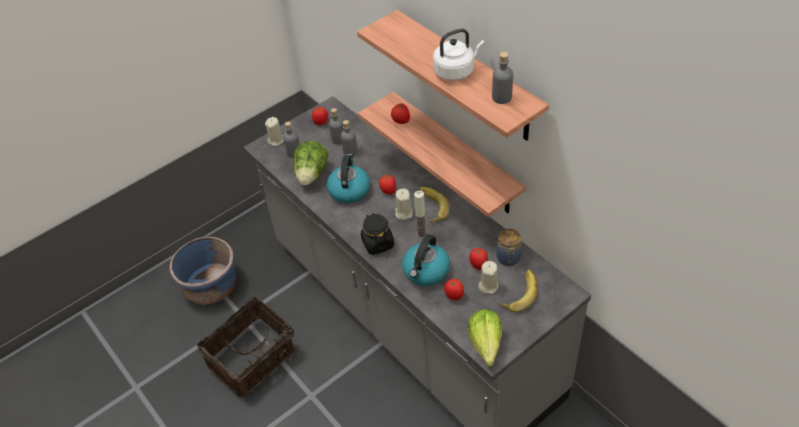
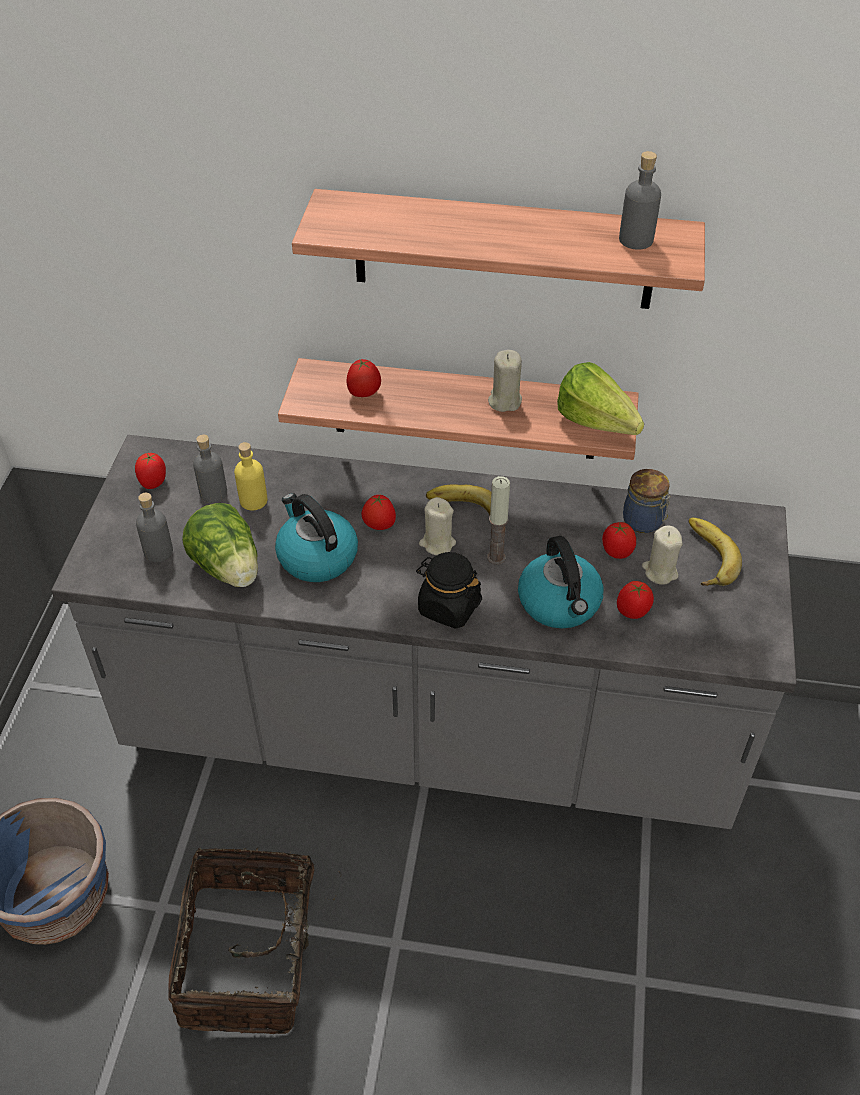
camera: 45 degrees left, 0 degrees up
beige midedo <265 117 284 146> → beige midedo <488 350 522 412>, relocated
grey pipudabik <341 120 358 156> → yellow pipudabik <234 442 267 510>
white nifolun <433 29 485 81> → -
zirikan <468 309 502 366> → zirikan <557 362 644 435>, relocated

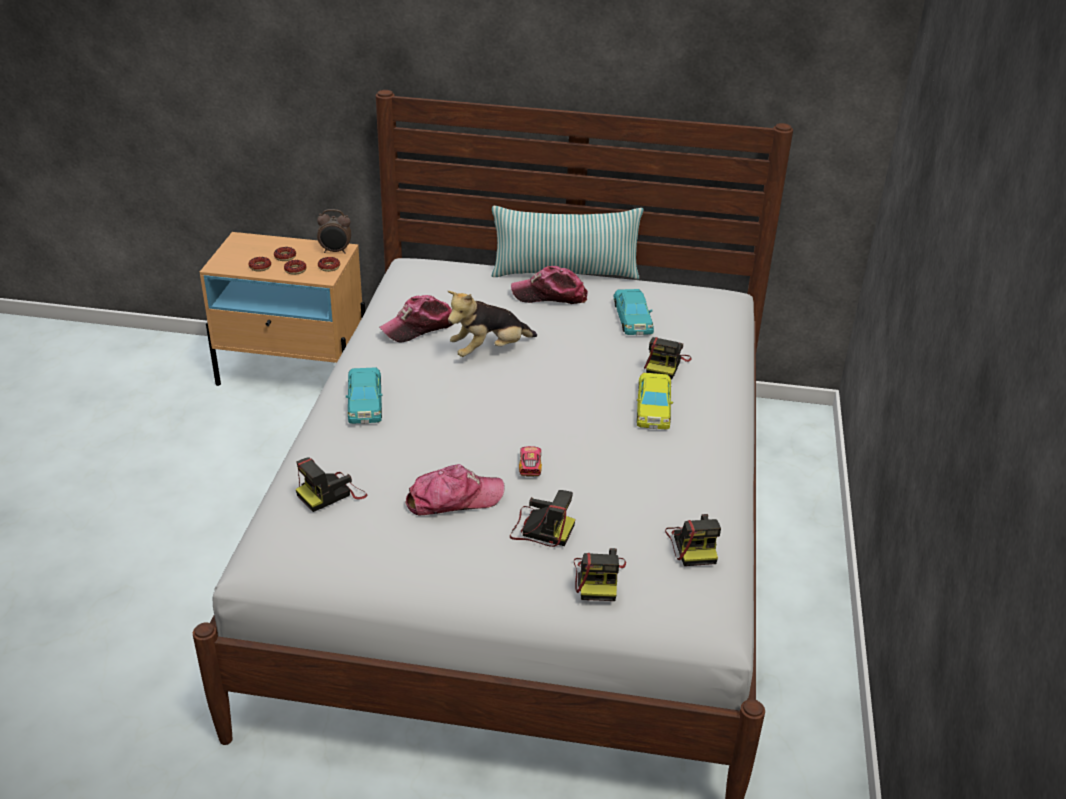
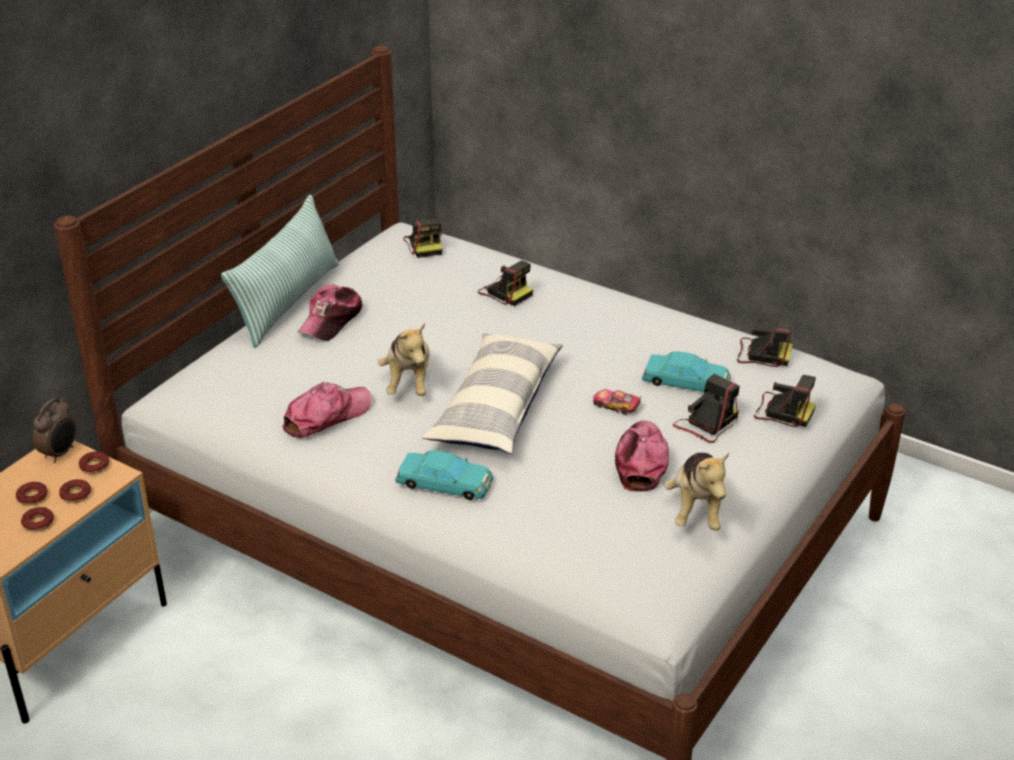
camera: 65 degrees left, 0 degrees up
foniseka <296 457 367 512> → foniseka <403 218 442 258>, relocated
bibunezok <379 295 453 342> → bibunezok <282 382 372 438>, 120 degrees counterclockwise
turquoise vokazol <613 289 654 335> → turquoise vokazol <642 352 731 392>, relocated
yellow vokazol <637 373 673 429> → -
- → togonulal <422 333 563 454>
- → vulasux <664 453 729 531>

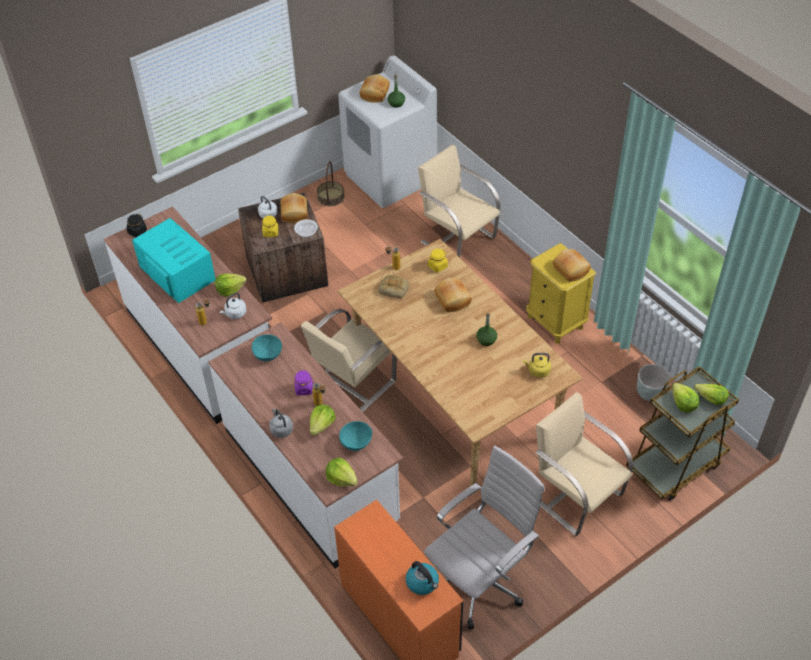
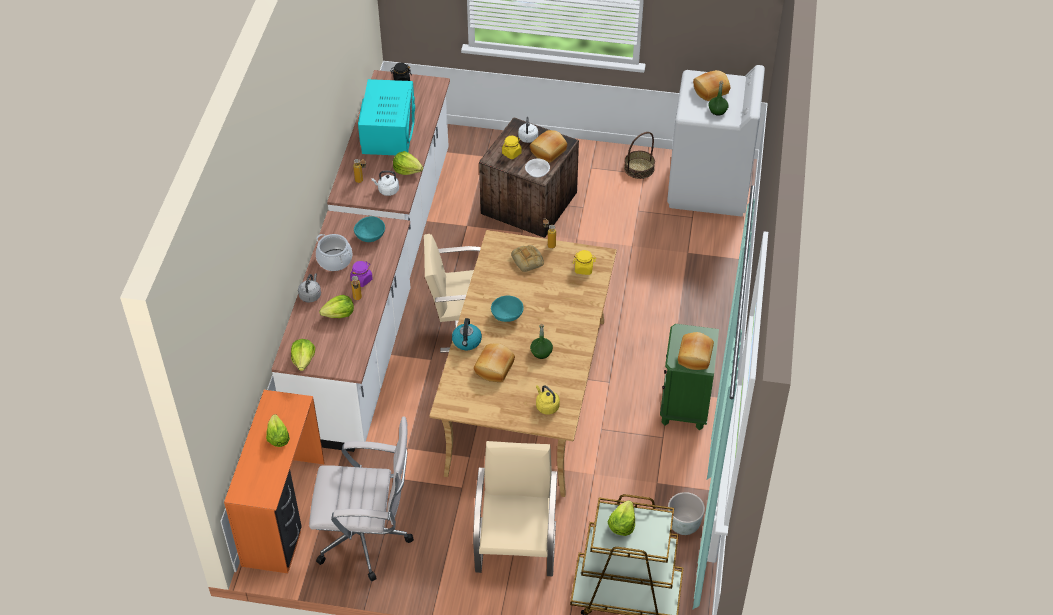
camera: 45 degrees right, 0 degrees up
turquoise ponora <339 421 372 451> → turquoise ponora <491 296 524 322>, relocated
nifolun <406 561 439 595> → nifolun <452 318 482 350>, relocated
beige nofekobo <418 145 501 258> → -
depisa <434 278 472 312> → depisa <474 343 515 382>, relocated
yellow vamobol <526 243 596 344> → green vamobol <660 324 719 430>
zirikan <694 384 729 405> → zirikan <266 414 290 447>, relocated
- → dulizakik <316 234 352 271>

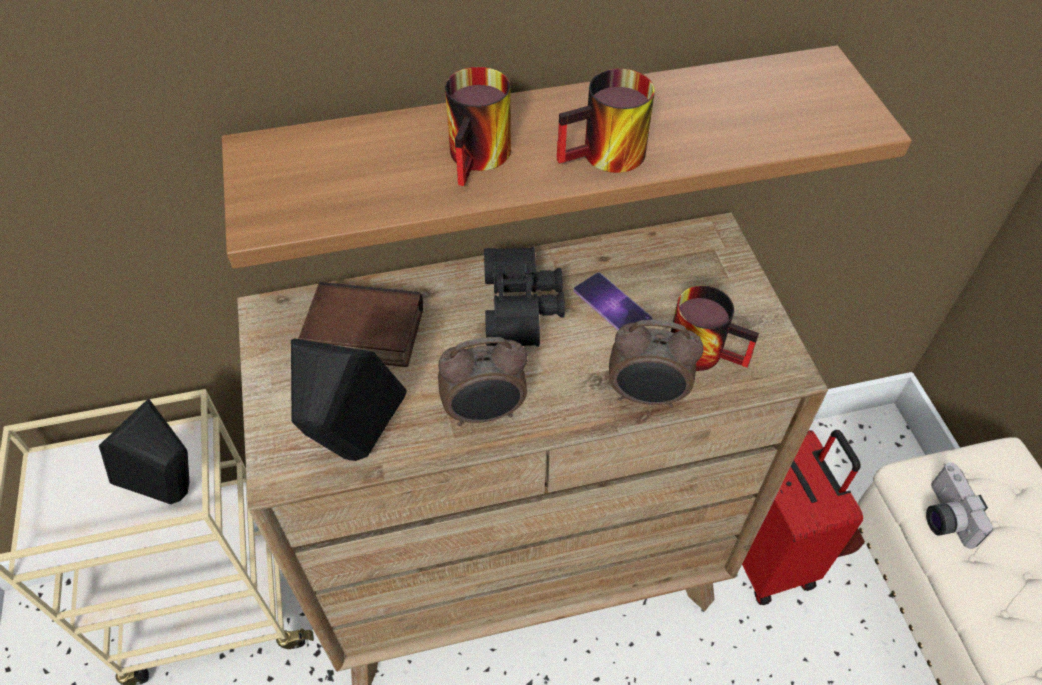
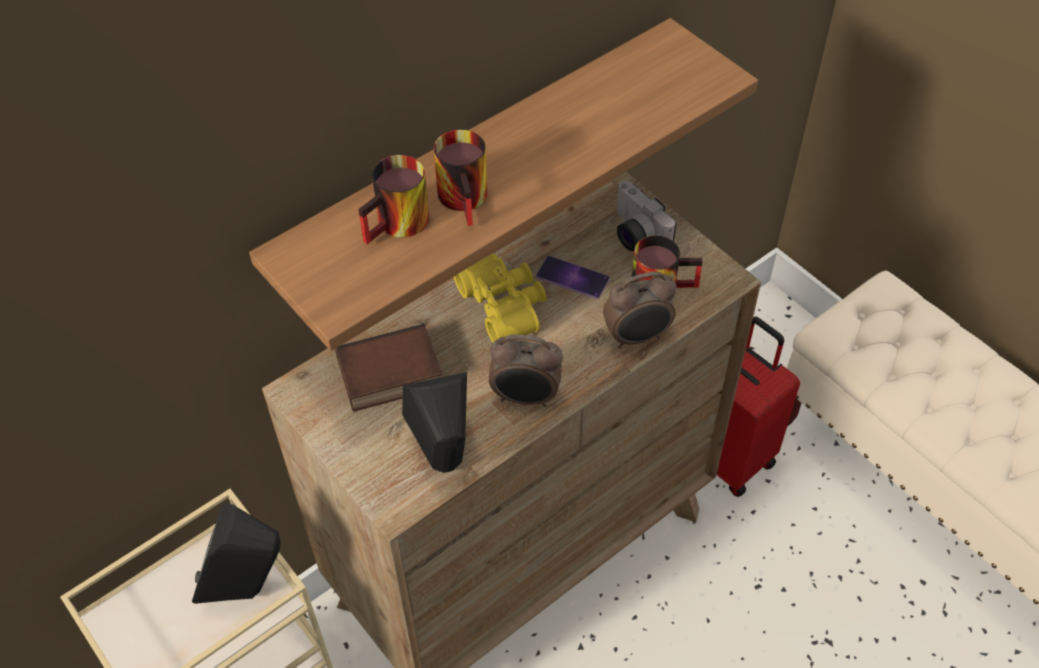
camera: 25 degrees left, 0 degrees up
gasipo <438 337 527 426> → gasipo <489 335 563 407>, 45 degrees clockwise
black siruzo <484 247 565 347> → yellow siruzo <454 254 546 343>
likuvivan <557 69 655 173> → likuvivan <358 155 429 244>, relocated
foniseka <926 462 993 549> → foniseka <617 180 677 251>, relocated

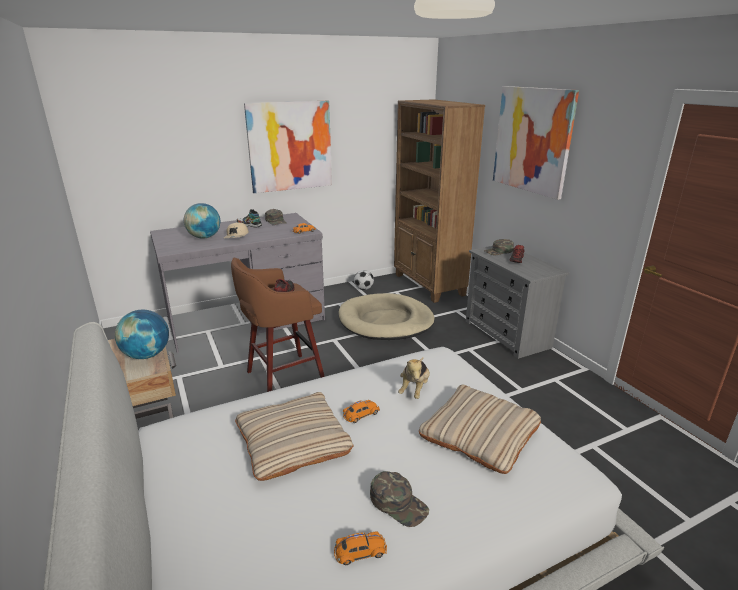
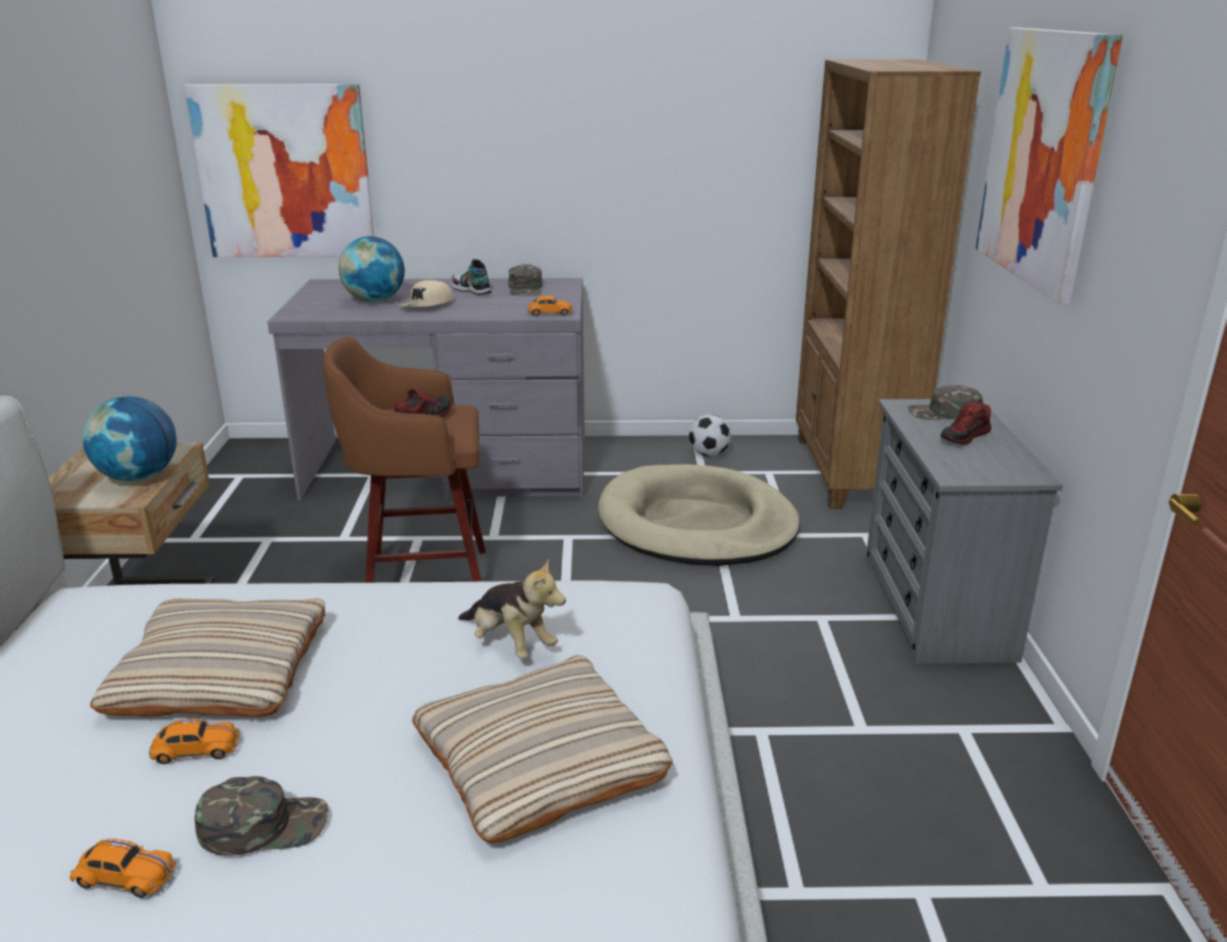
camera: 25 degrees right, 0 degrees up
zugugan <244 101 332 193> → zugugan <184 84 374 257>, relocated
orange vokazol <343 400 380 423> → orange vokazol <149 718 240 764>, relocated
green bibunezok <370 471 429 527> → green bibunezok <195 776 328 856>, 75 degrees counterclockwise
vulasux <398 358 430 399> → vulasux <458 558 566 658>, 90 degrees counterclockwise

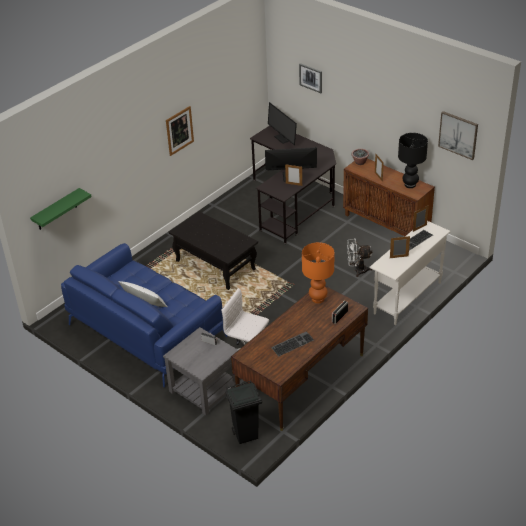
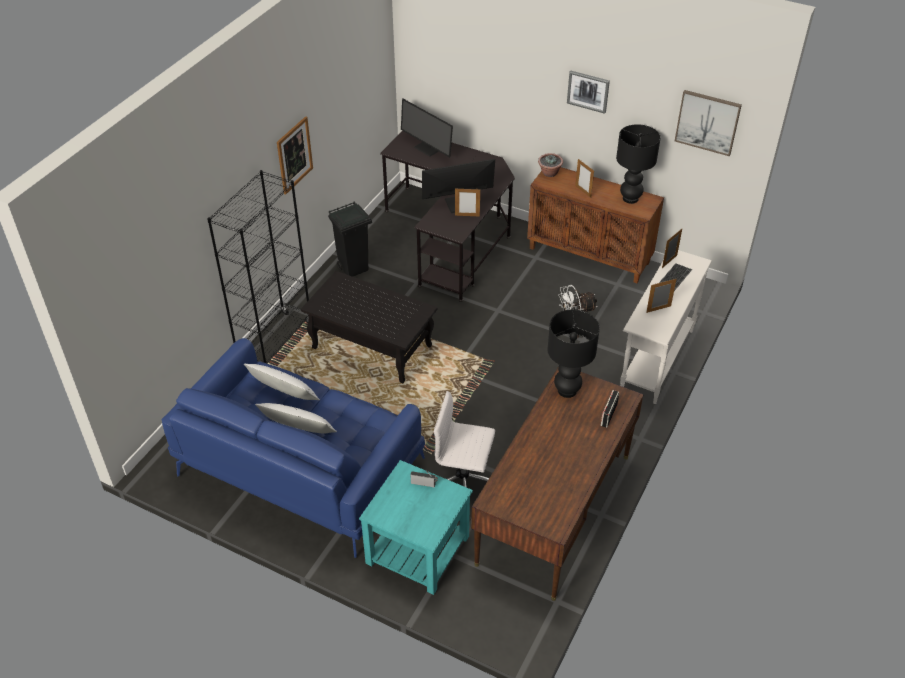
camera: 15 degrees left, 5 degrees up
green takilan <30 188 91 230> → -
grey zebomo <163 327 238 415> → turquoise zebomo <359 460 473 595>
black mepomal <225 380 262 444> → black mepomal <328 201 372 277>, relocated
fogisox <271 331 314 357> → -
zugugan <299 63 322 93> → zugugan <567 71 610 114>, relocated
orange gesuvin <302 242 334 303> → black gesuvin <547 309 600 398>
- → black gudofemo <207 170 309 363>
- → white togonulal <244 364 320 400>

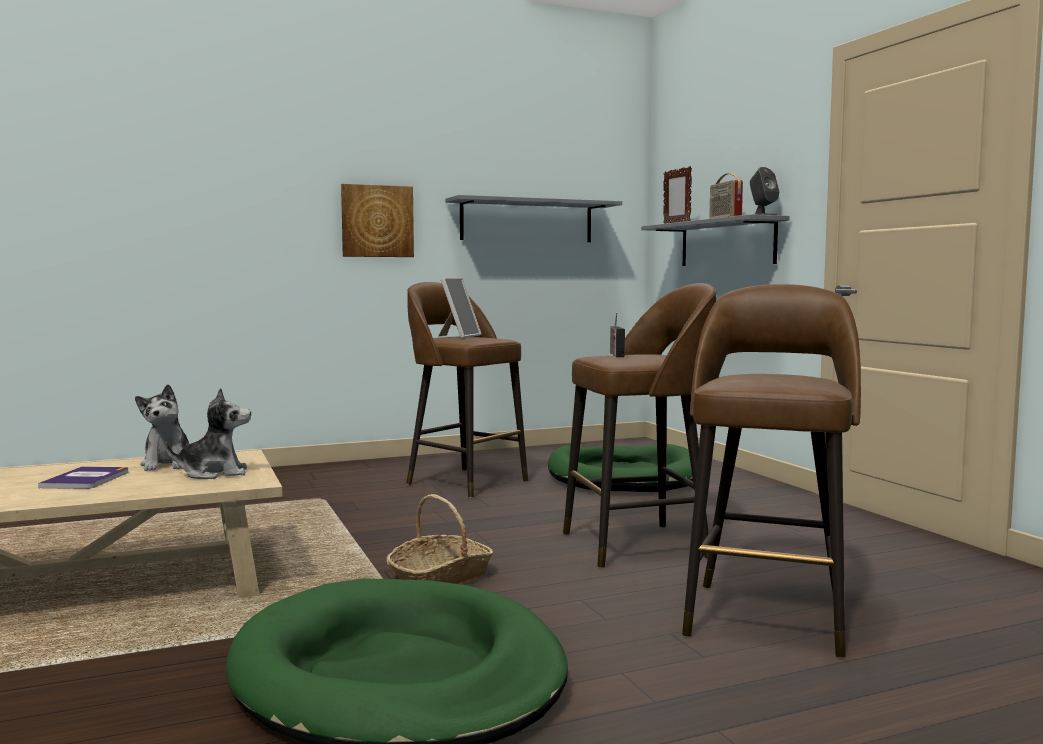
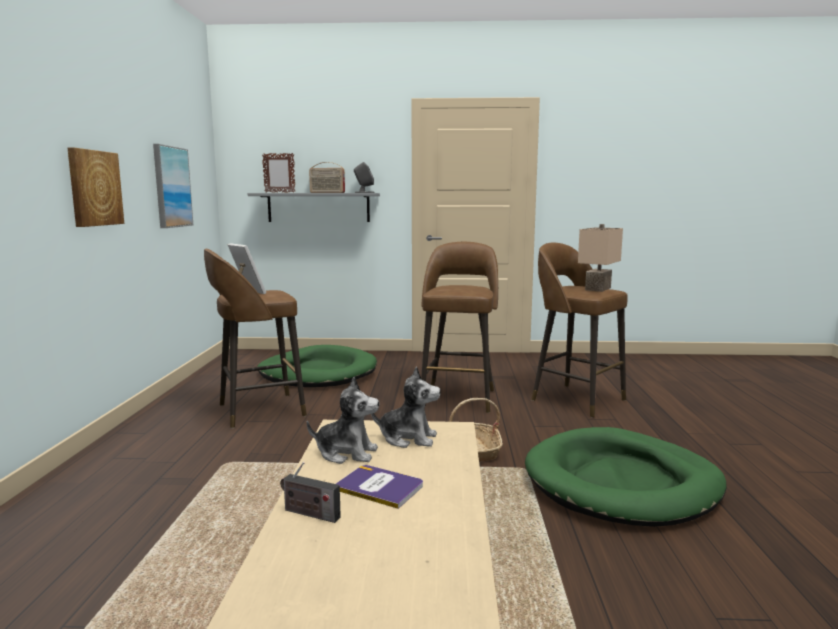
camera: 65 degrees left, 5 degrees up
vulasux <165 388 251 479> → vulasux <371 366 441 448>, 90 degrees clockwise
grey takilan <445 195 622 242> → zugugan <153 144 193 228>
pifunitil <610 312 625 357> → pifunitil <280 462 341 523>, relocated
- → beige gesuvin <578 224 623 292>

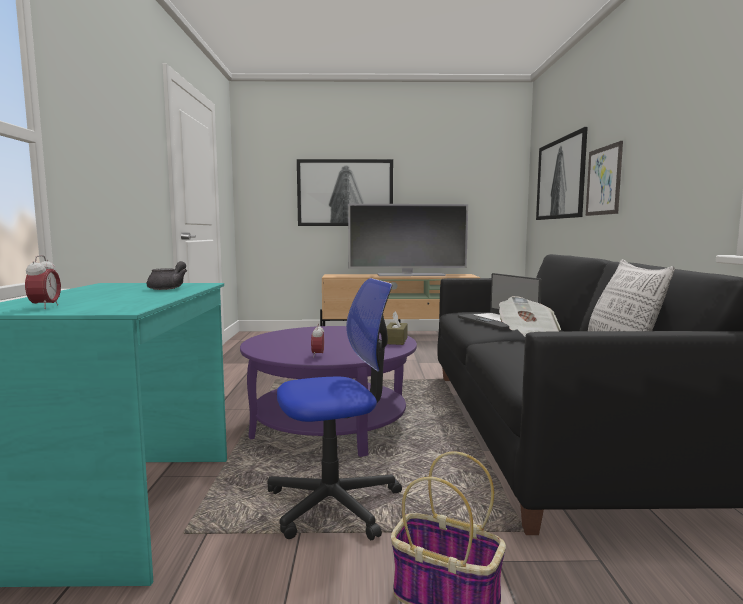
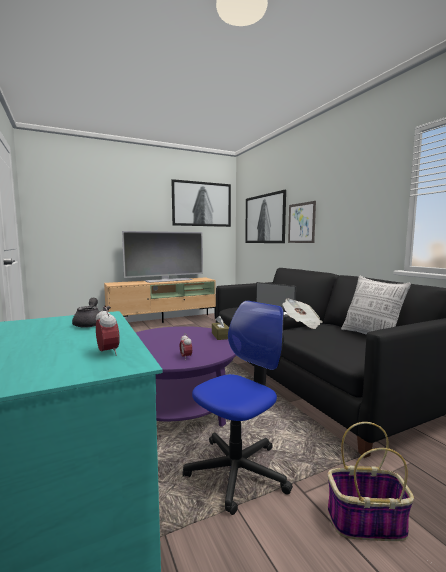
camera: 25 degrees left, 0 degrees up
gasipo <25 255 61 309> → gasipo <96 306 120 356>, relocated
zugugan <297 159 393 226> → zugugan <172 179 231 227>, relocated

